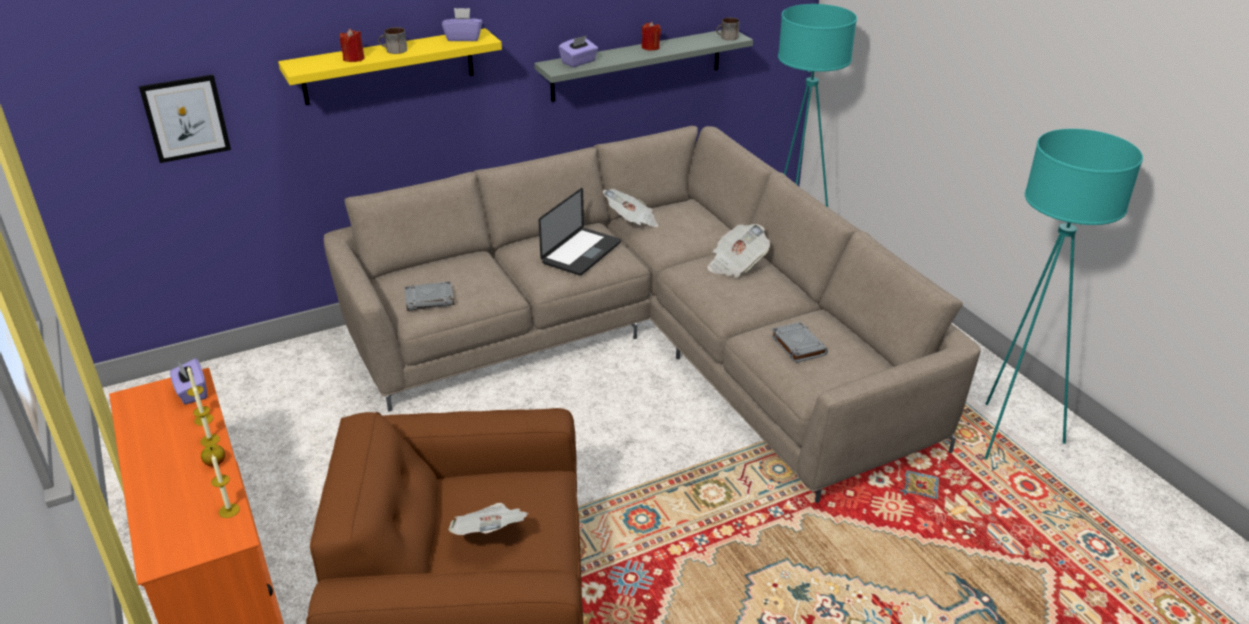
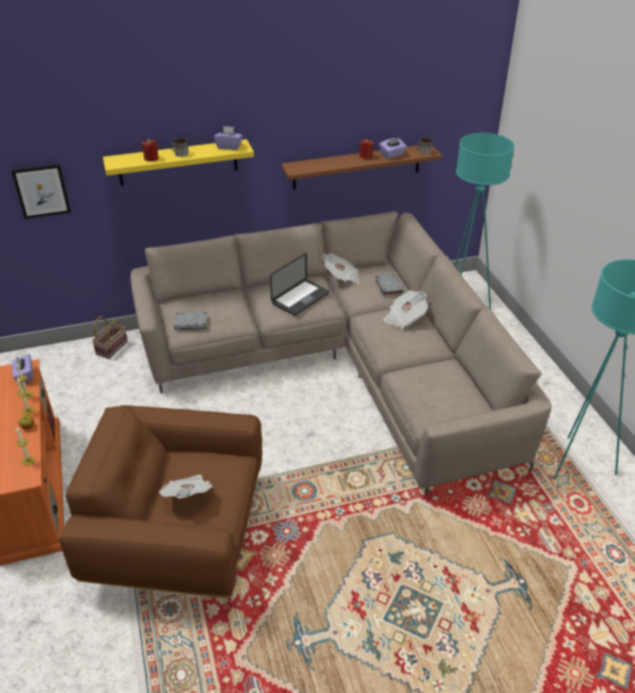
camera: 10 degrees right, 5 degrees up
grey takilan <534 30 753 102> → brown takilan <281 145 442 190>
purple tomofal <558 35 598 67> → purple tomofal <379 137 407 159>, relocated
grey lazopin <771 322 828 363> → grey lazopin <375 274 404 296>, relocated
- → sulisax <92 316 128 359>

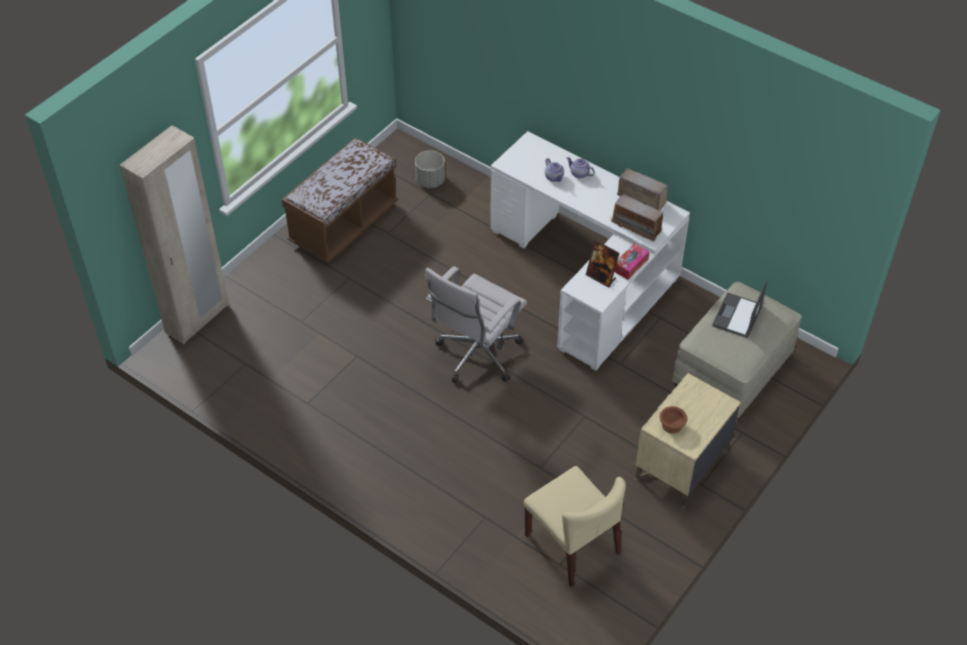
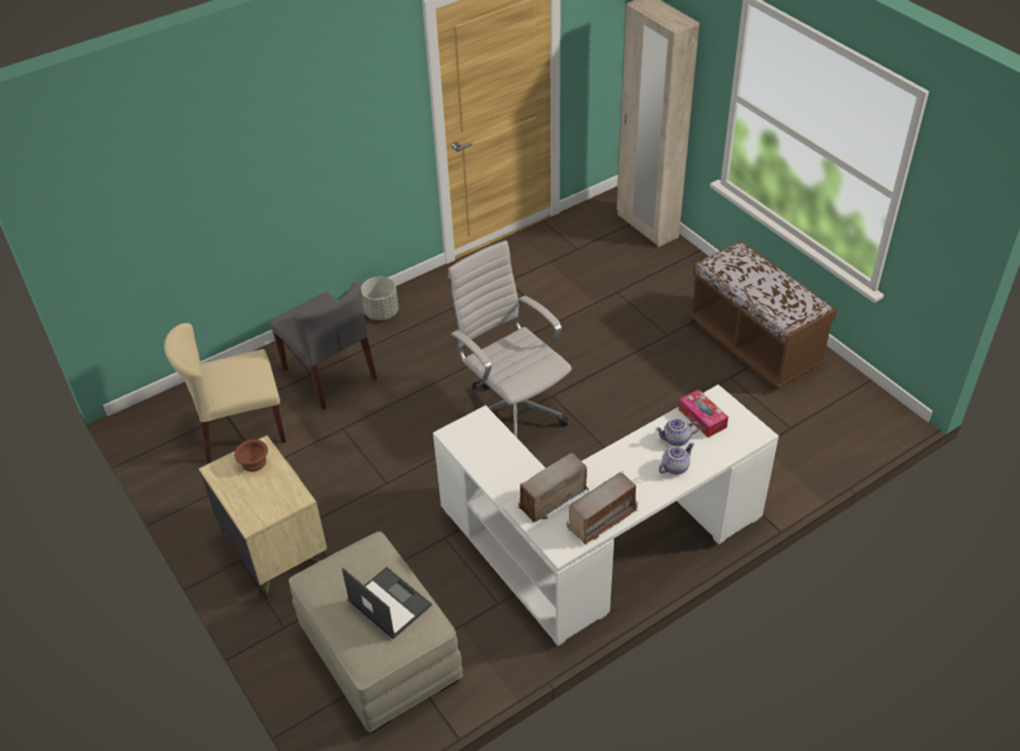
camera: 110 degrees right, 5 degrees down
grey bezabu <415 150 445 188> → grey bezabu <361 277 399 320>, relocated
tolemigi <586 240 620 288> → -
tomofal <614 243 650 280> → tomofal <678 389 728 438>, relocated
- → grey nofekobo <270 282 377 410>

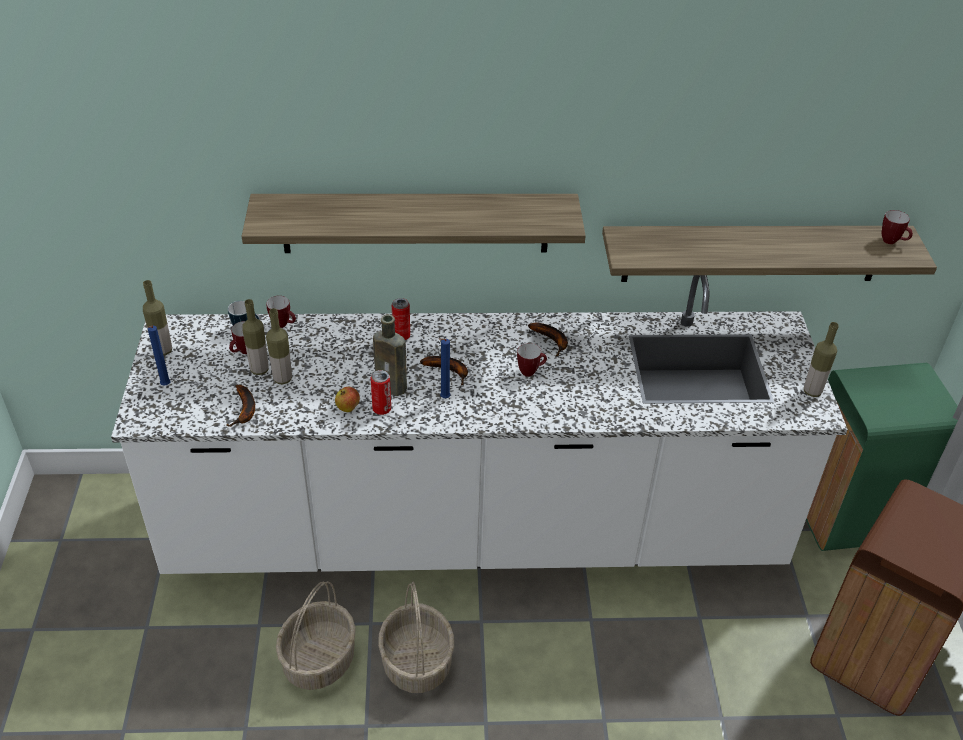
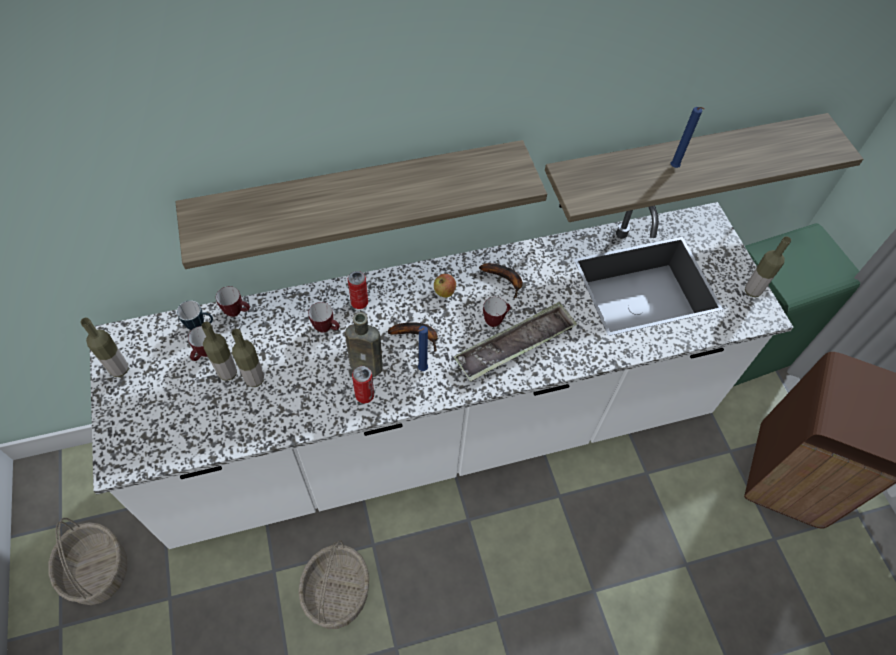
camera: 15 degrees left, 15 degrees up
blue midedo <148 326 171 386> → blue midedo <671 107 705 168>, relocated
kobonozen <226 385 255 427> → -
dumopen <335 387 360 412> → dumopen <434 274 456 298>, relocated
sulisax <378 582 454 693> → sulisax <49 518 127 605>, relocated
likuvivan <882 210 913 244> → likuvivan <308 302 340 333>, relocated
- → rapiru <454 302 577 382>

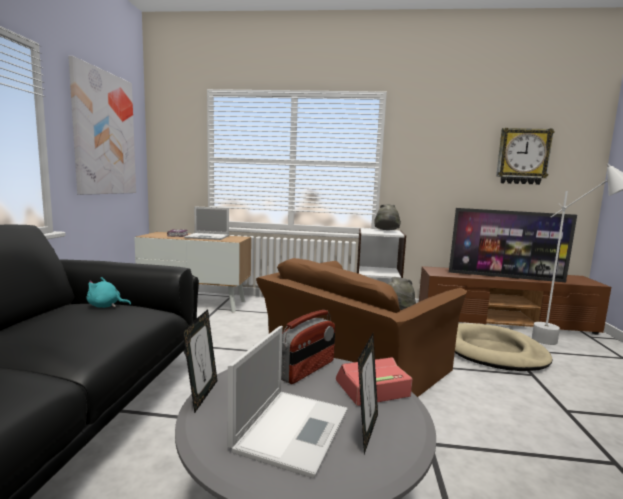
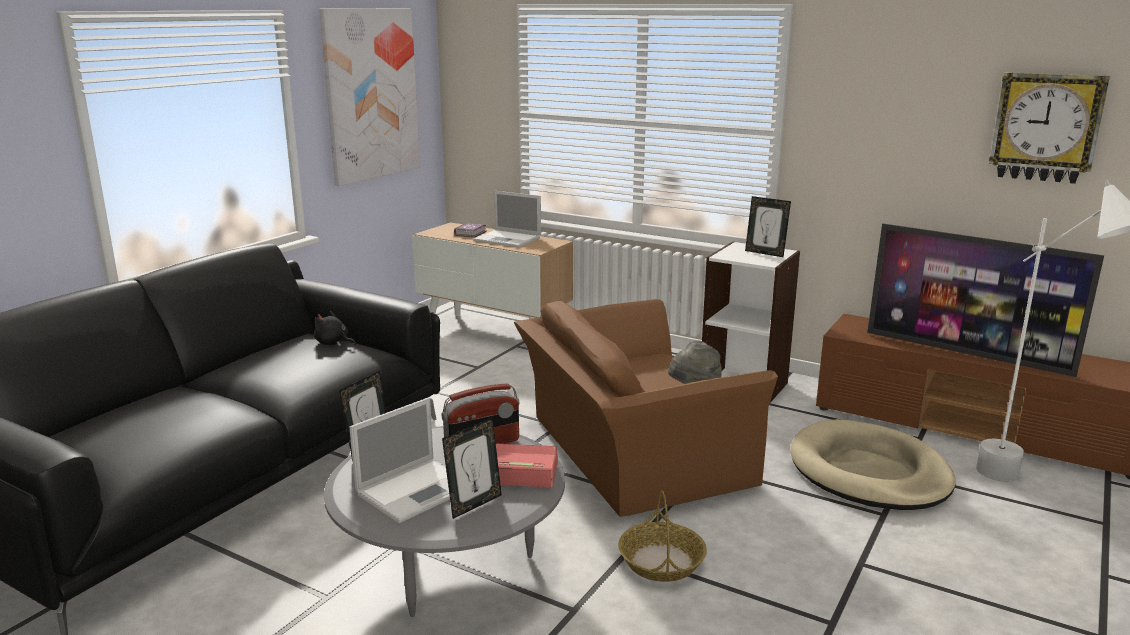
camera: 25 degrees right, 10 degrees up
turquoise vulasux <87 277 131 308> → black vulasux <314 311 356 346>
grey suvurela <374 204 401 230> → tolemigi <745 196 791 257>
- → sulisax <618 490 707 582>

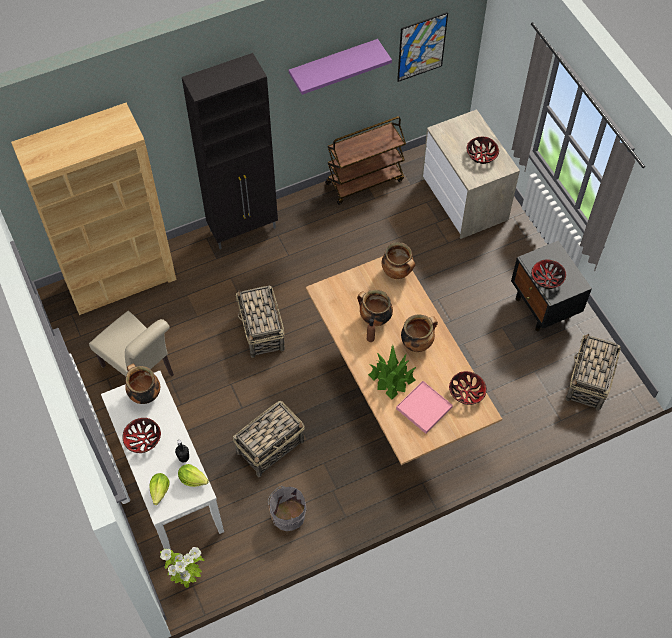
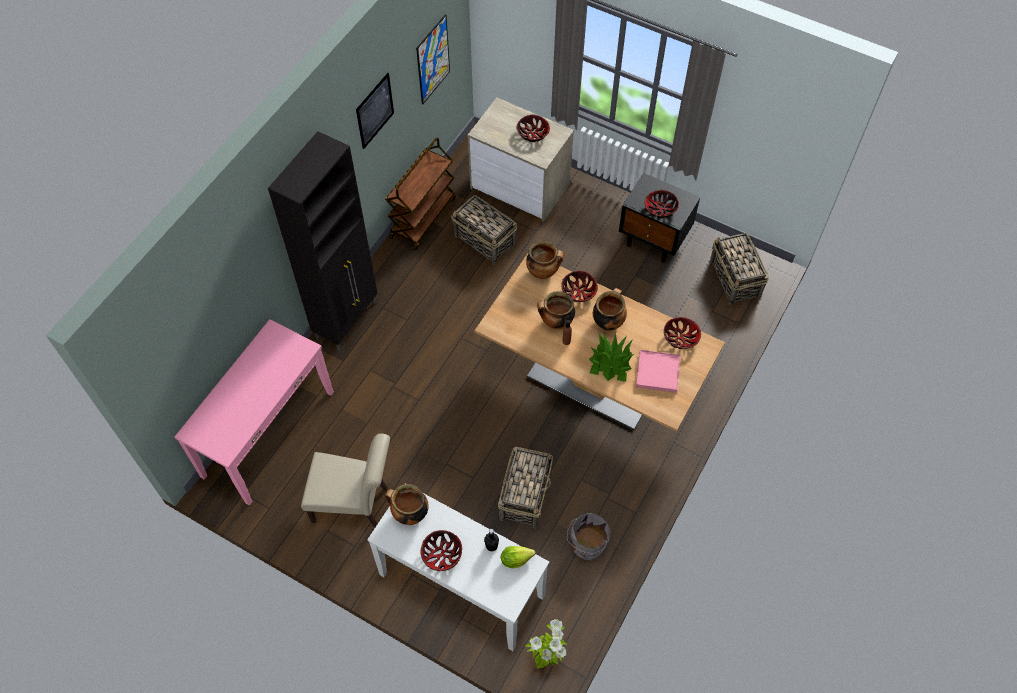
camera: 35 degrees left, 0 degrees up
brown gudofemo <11 103 177 315> → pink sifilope <175 319 334 506>
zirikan <149 473 170 505> → -
sulisax <235 286 285 358> → sulisax <451 195 517 264>, relocated
purple takilan <289 39 392 95> → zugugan <356 73 394 149>
- → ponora <561 271 598 302>

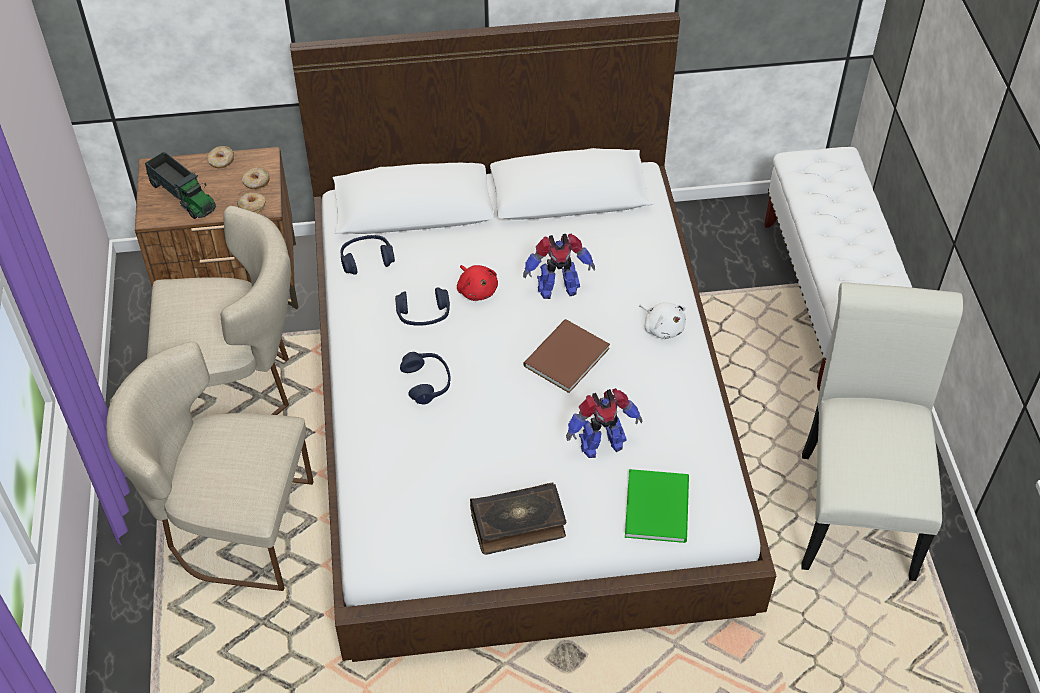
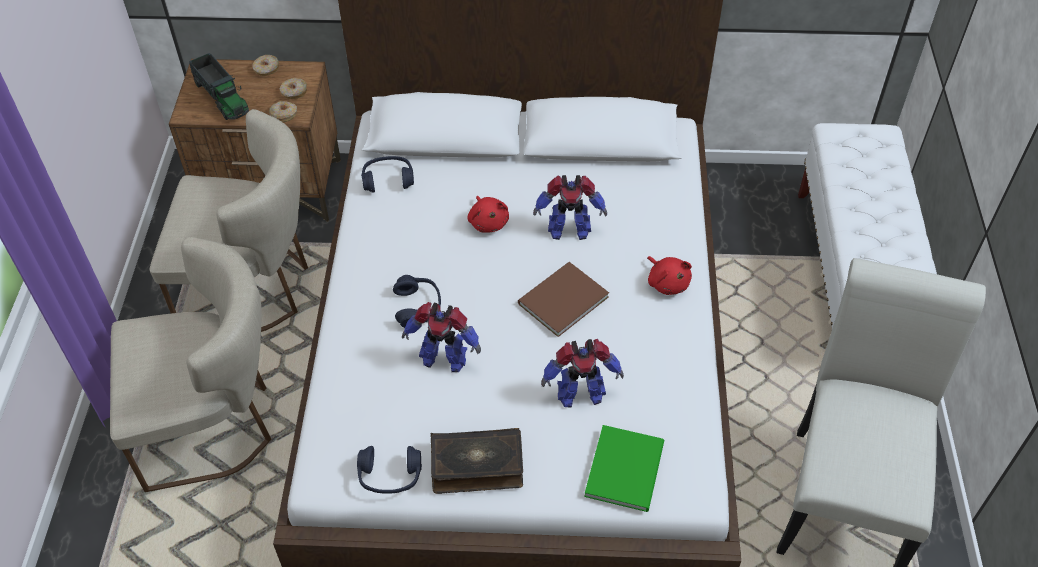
camera: 10 degrees right, 0 degrees up
beige nofekobo <106 342 314 591> → beige nofekobo <110 237 272 492>, 150 degrees clockwise
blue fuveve <395 288 450 326> → blue fuveve <357 446 422 494>, relocated
white vulasux <639 302 686 339> → red vulasux <647 256 692 295>
- → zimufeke <402 302 481 372>

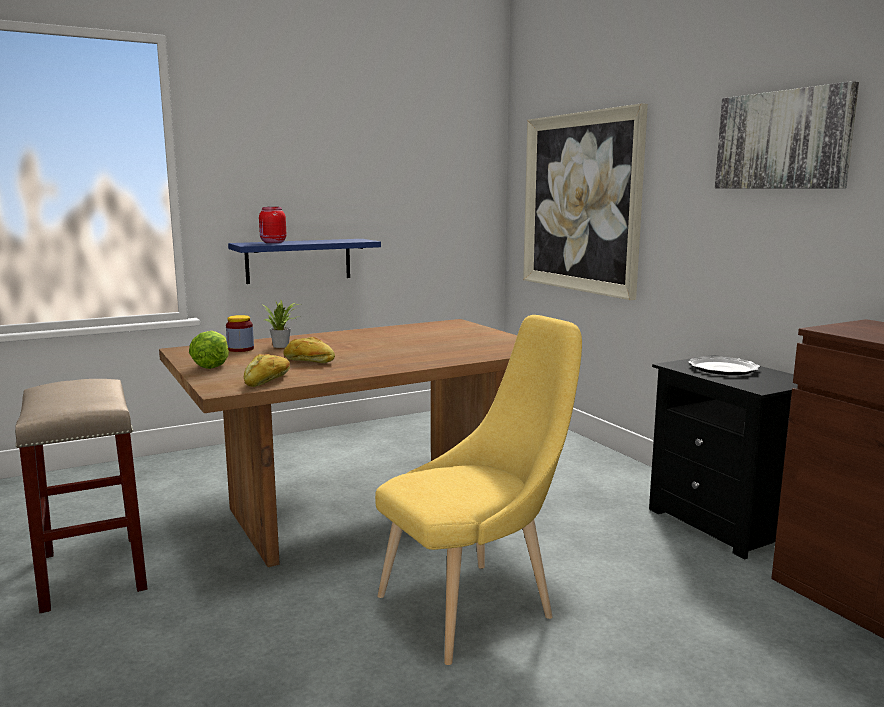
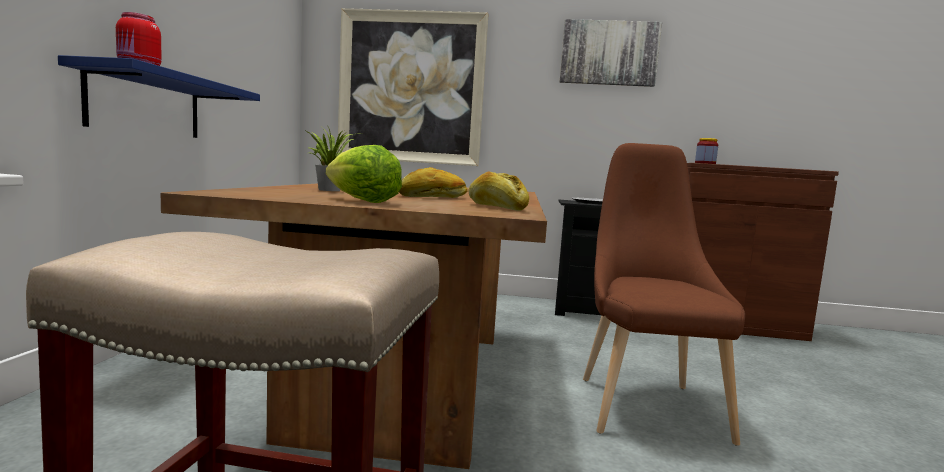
camera: 55 degrees left, 5 degrees down
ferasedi <226 315 254 352> → ferasedi <695 138 718 164>, relocated
yellow nofekobo <375 315 582 665> → brown nofekobo <583 143 745 446>

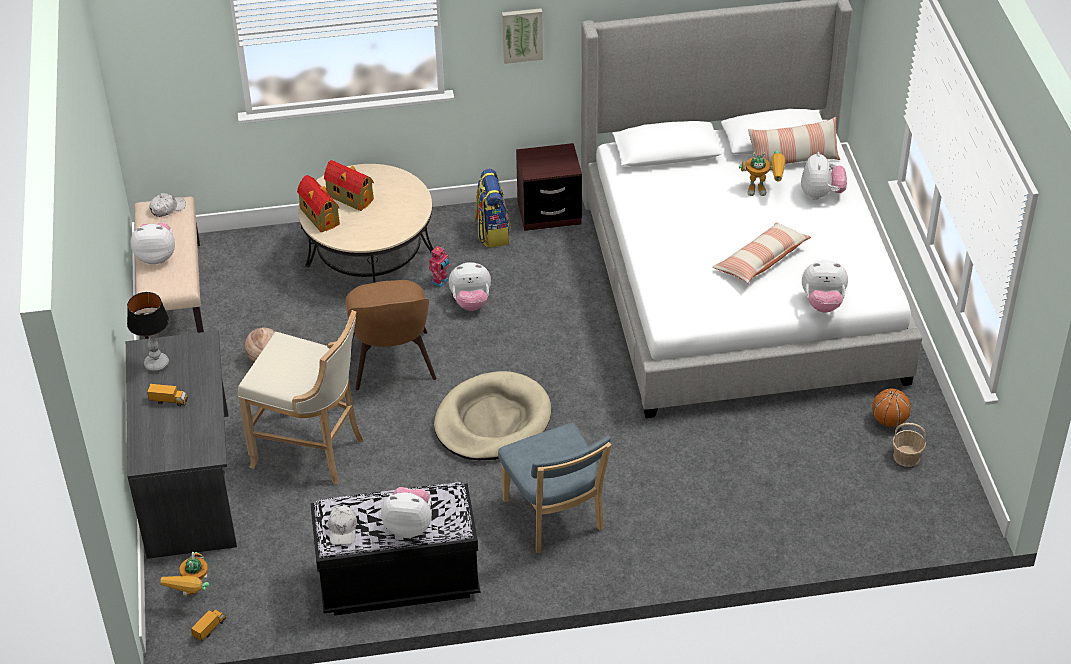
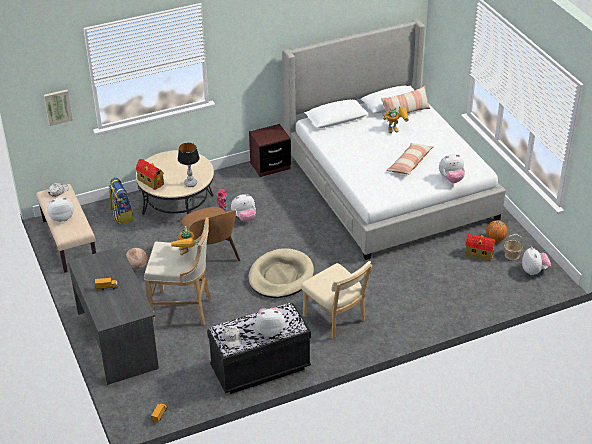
camera: 15 degrees left, 5 degrees down
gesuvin <127 292 169 372> → gesuvin <178 143 199 187>, relocated
zimufeke <160 552 209 597> → zimufeke <171 226 199 255>, relocated
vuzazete <324 160 374 211> → vuzazete <465 234 495 261>, relocated
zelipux <475 169 511 247> → zelipux <109 178 133 225>, relocated
blue nofekobo <498 423 611 553> → beige nofekobo <301 261 372 340>
zugugan <502 8 543 64> → zugugan <44 89 73 126>, relocated
vulasux <801 152 847 200> → vulasux <522 247 551 275>, relocated

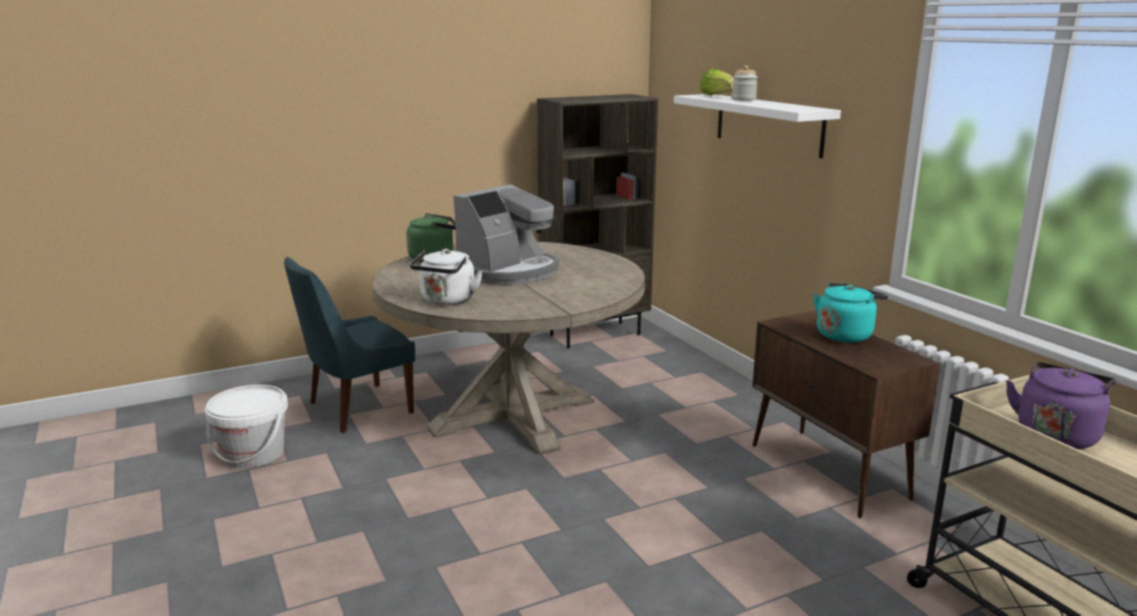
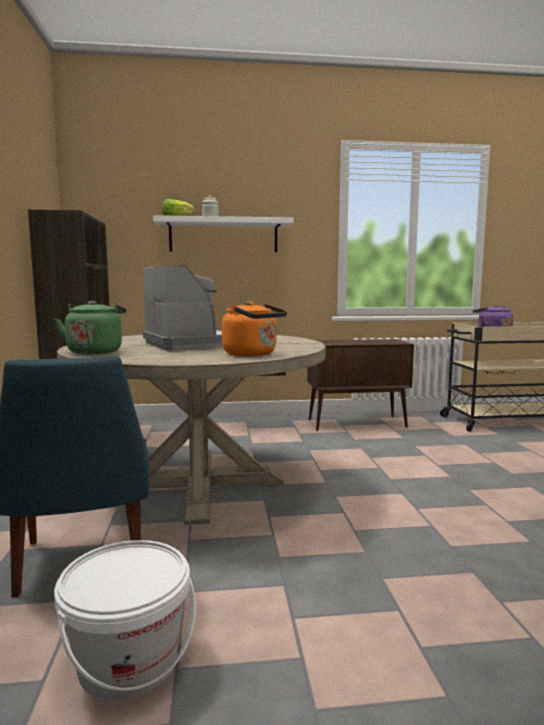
camera: 70 degrees left, 10 degrees down
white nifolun <410 249 483 305> → orange nifolun <222 301 287 356>
turquoise nifolun <813 282 888 343> → -

